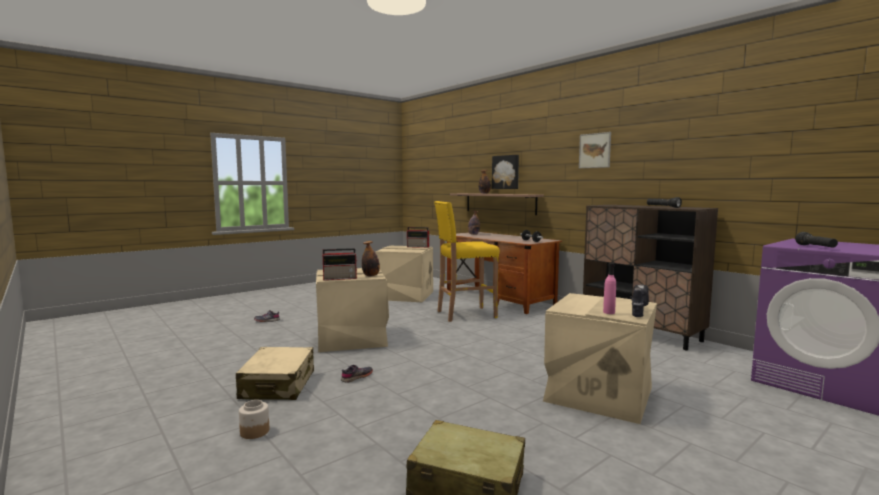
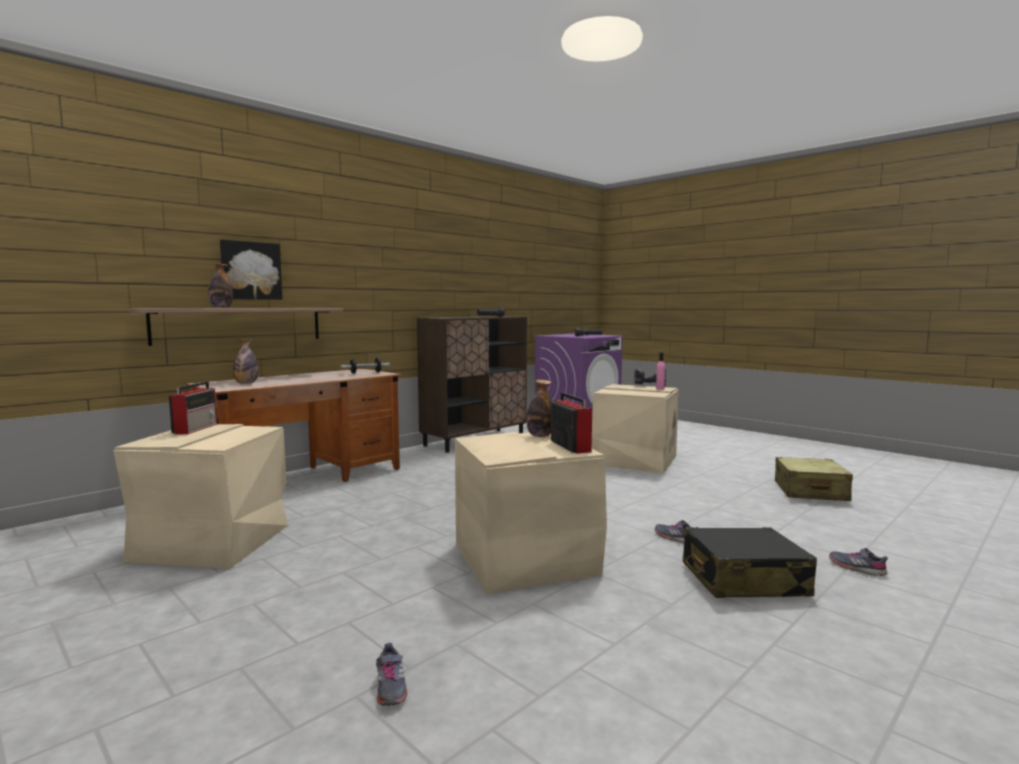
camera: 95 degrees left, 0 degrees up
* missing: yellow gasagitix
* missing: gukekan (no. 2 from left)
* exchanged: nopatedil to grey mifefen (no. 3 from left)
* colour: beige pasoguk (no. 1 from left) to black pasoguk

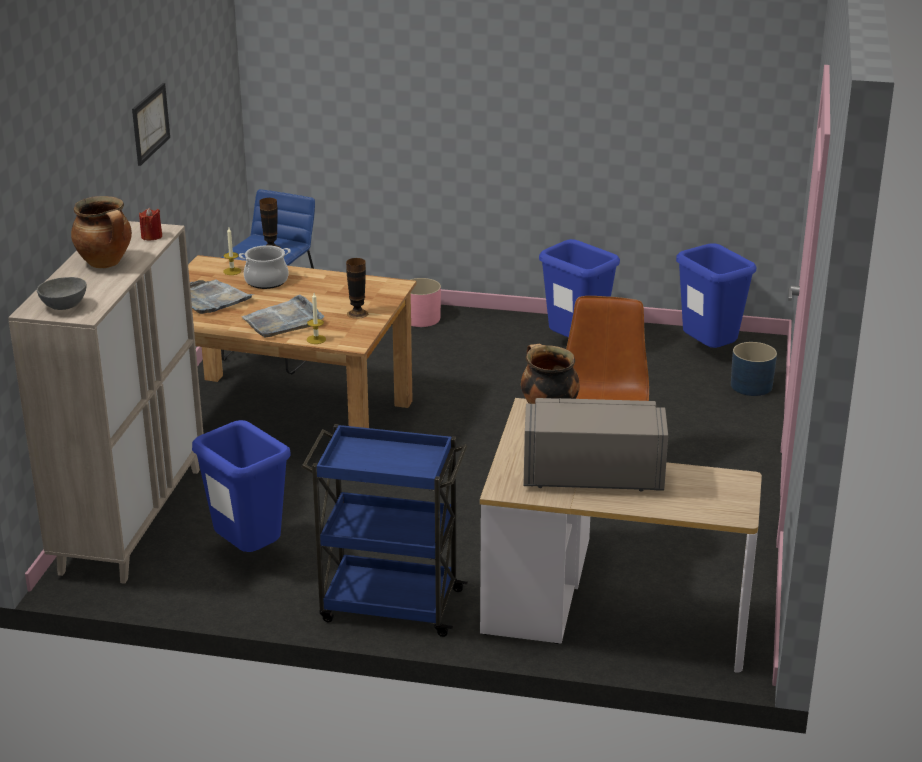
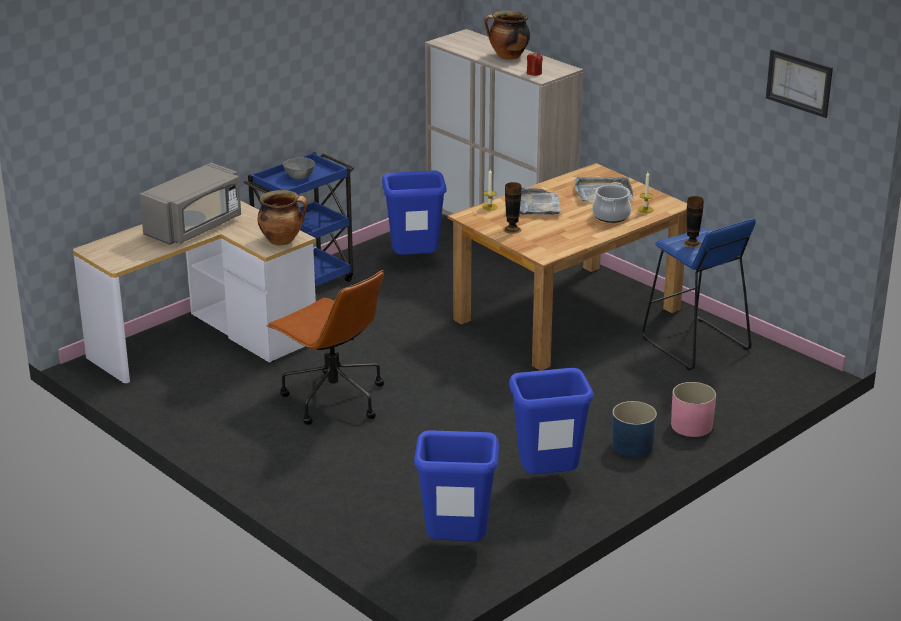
camera: 125 degrees right, 0 degrees up
* relocated: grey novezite
* relocated: gukekan
* relocated: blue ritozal

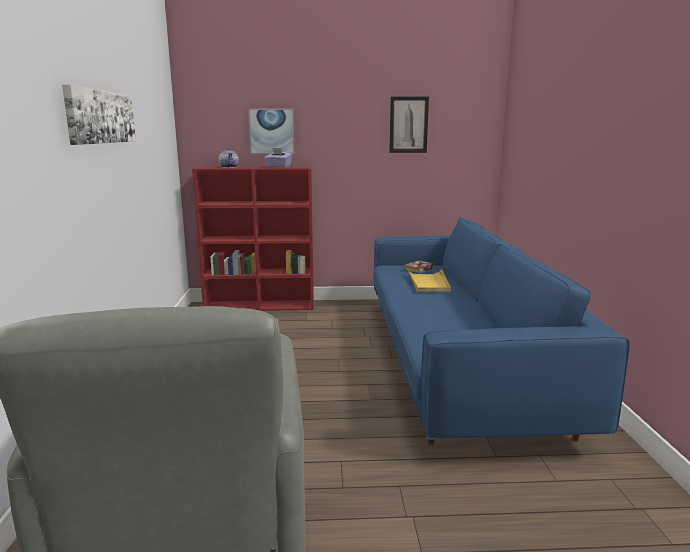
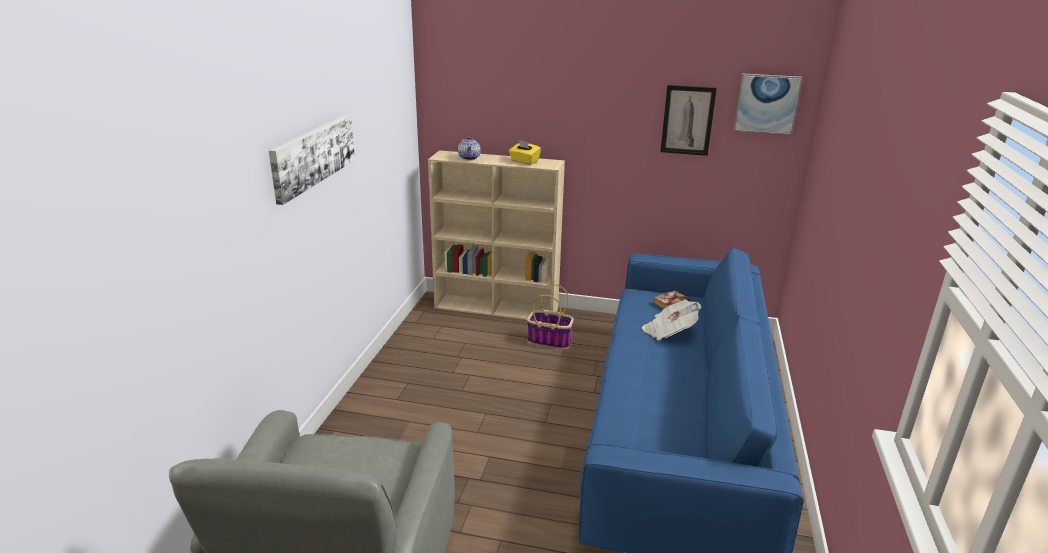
camera: 15 degrees right, 10 degrees up
* appeared: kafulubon
* relocated: gukekan (no. 2 from left in the first image) to gukekan (no. 3 from left)
* exchanged: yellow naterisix to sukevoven
* colour: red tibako to beige tibako
* colour: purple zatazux to yellow zatazux

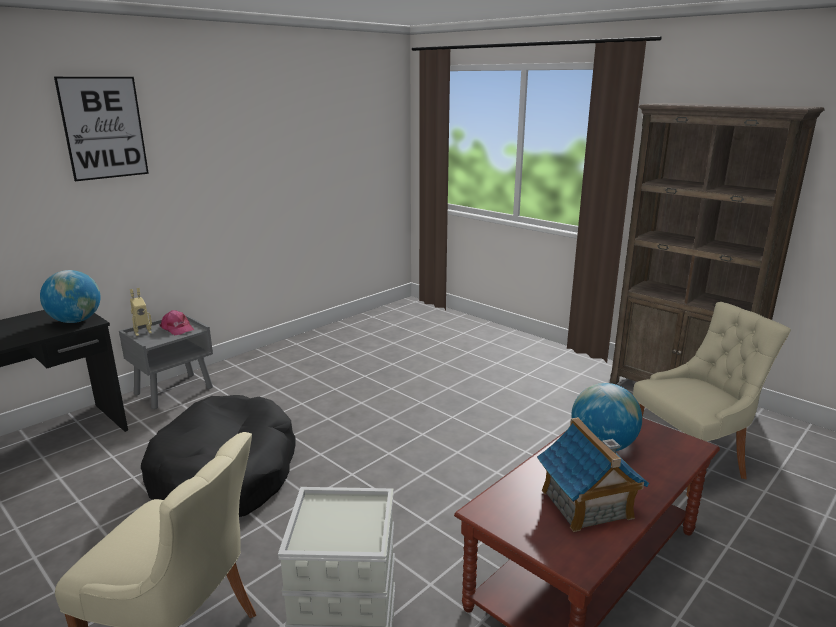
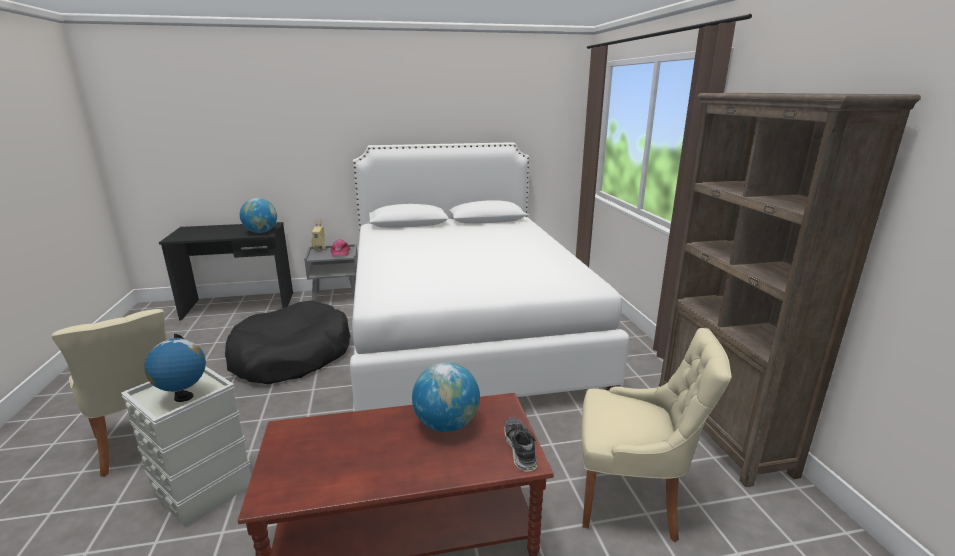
camera: 35 degrees right, 0 degrees up
* missing: gukekan
* missing: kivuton
* appeared: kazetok (no. 1 from left)
* appeared: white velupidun
* appeared: mifefen

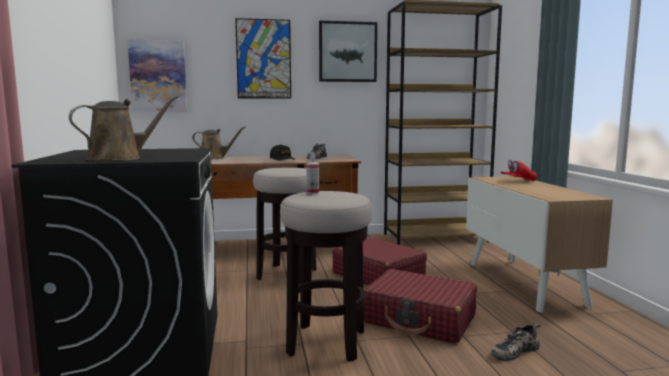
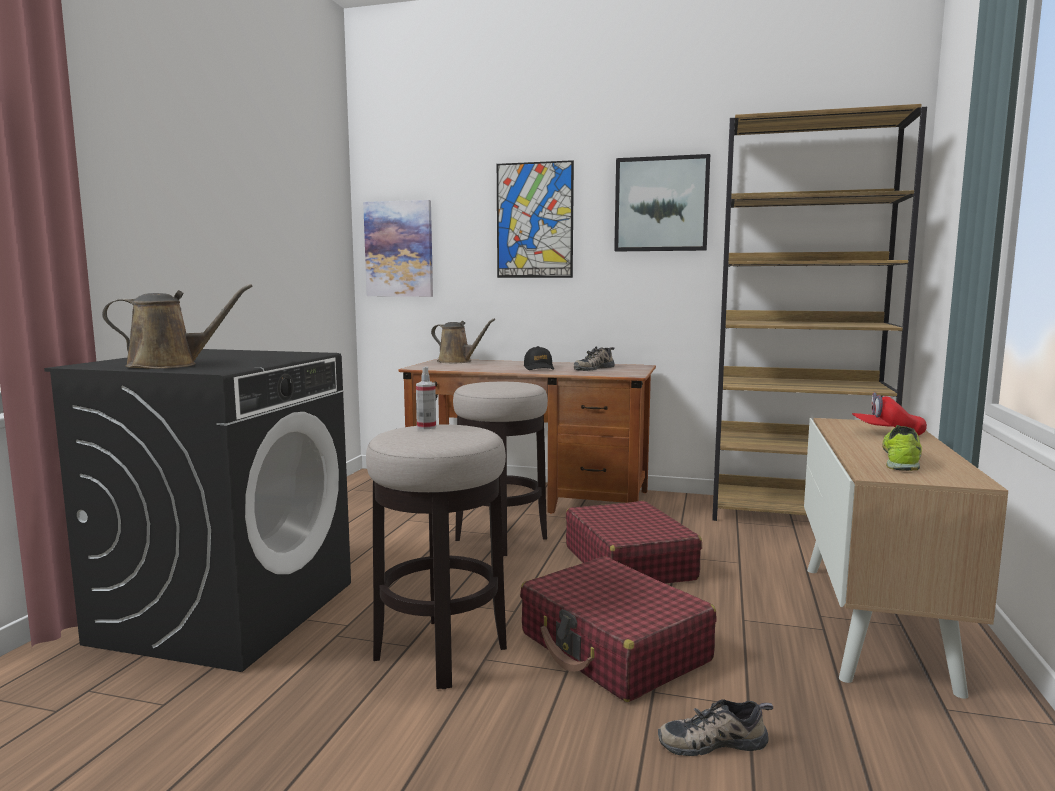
camera: 25 degrees right, 0 degrees up
* appeared: mifefen (no. 3 from left)

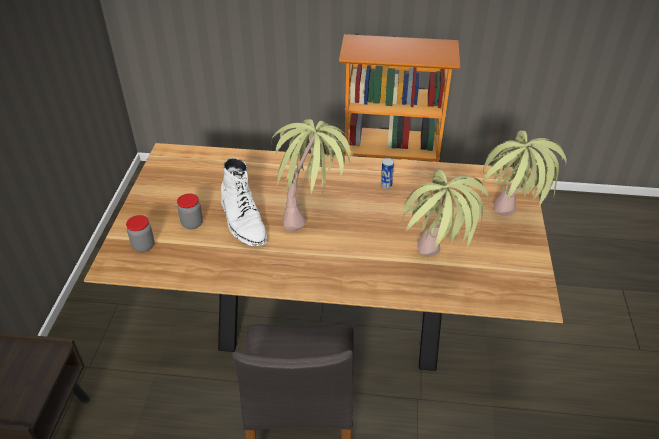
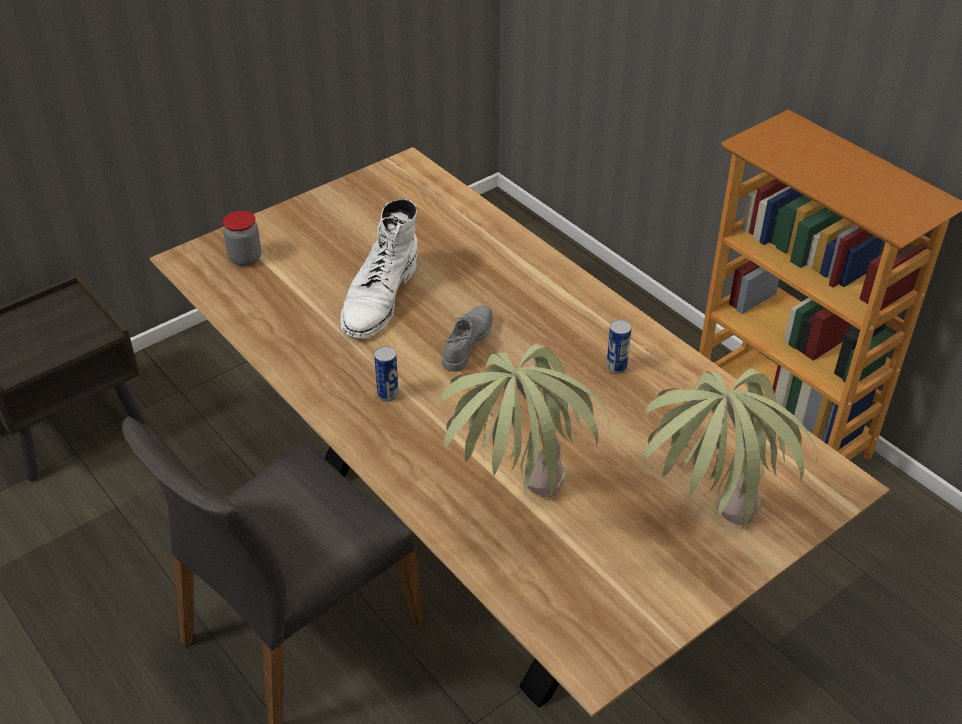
camera: 45 degrees right, 0 degrees up
* missing: nopatedil (no. 2 from left)
* appeared: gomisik (no. 1 from left)
* exchanged: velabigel (no. 1 from left) to grey mifefen

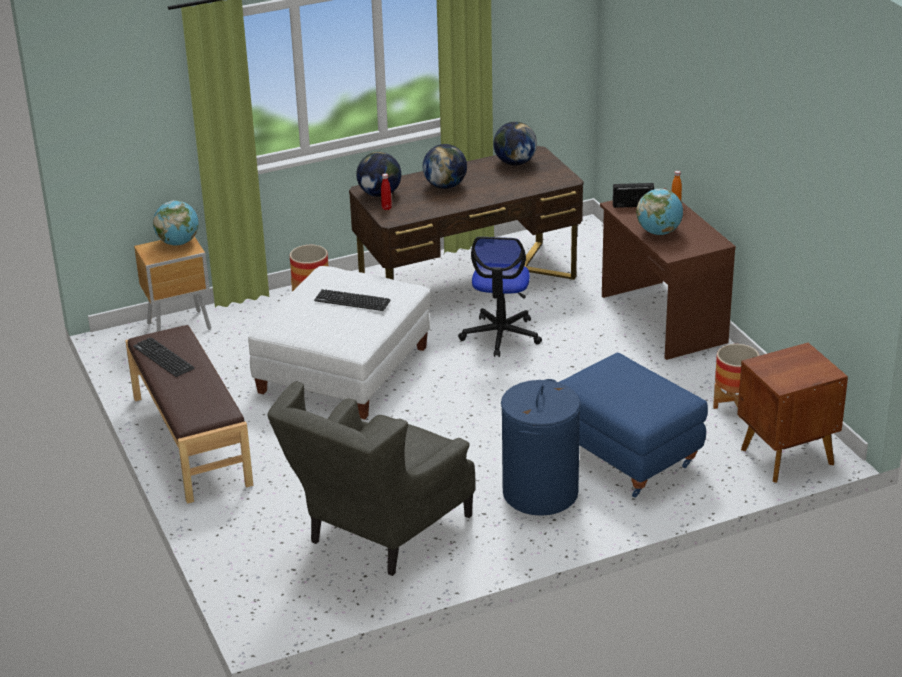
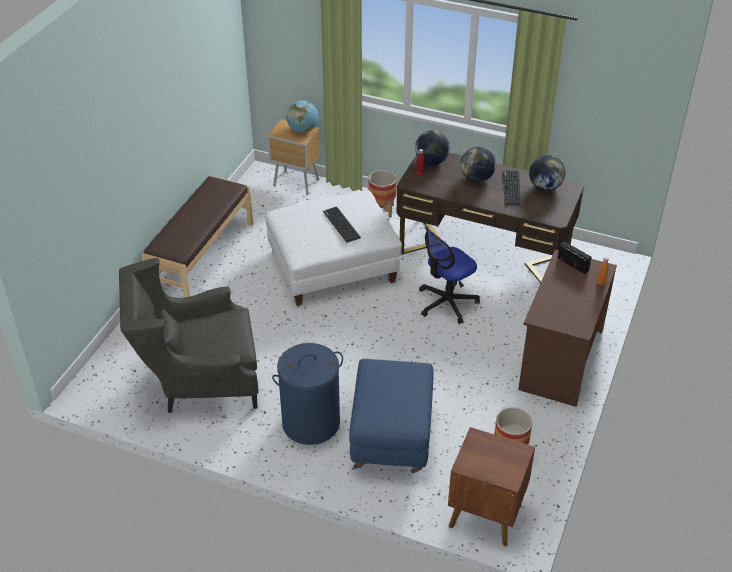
camera: 45 degrees right, 10 degrees up
* missing: kazetok (no. 5 from left)
* relocated: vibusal (no. 1 from left in the first image) to vibusal (no. 2 from left)

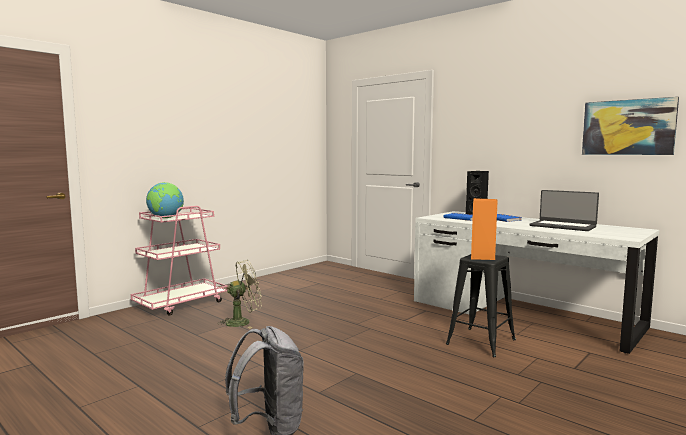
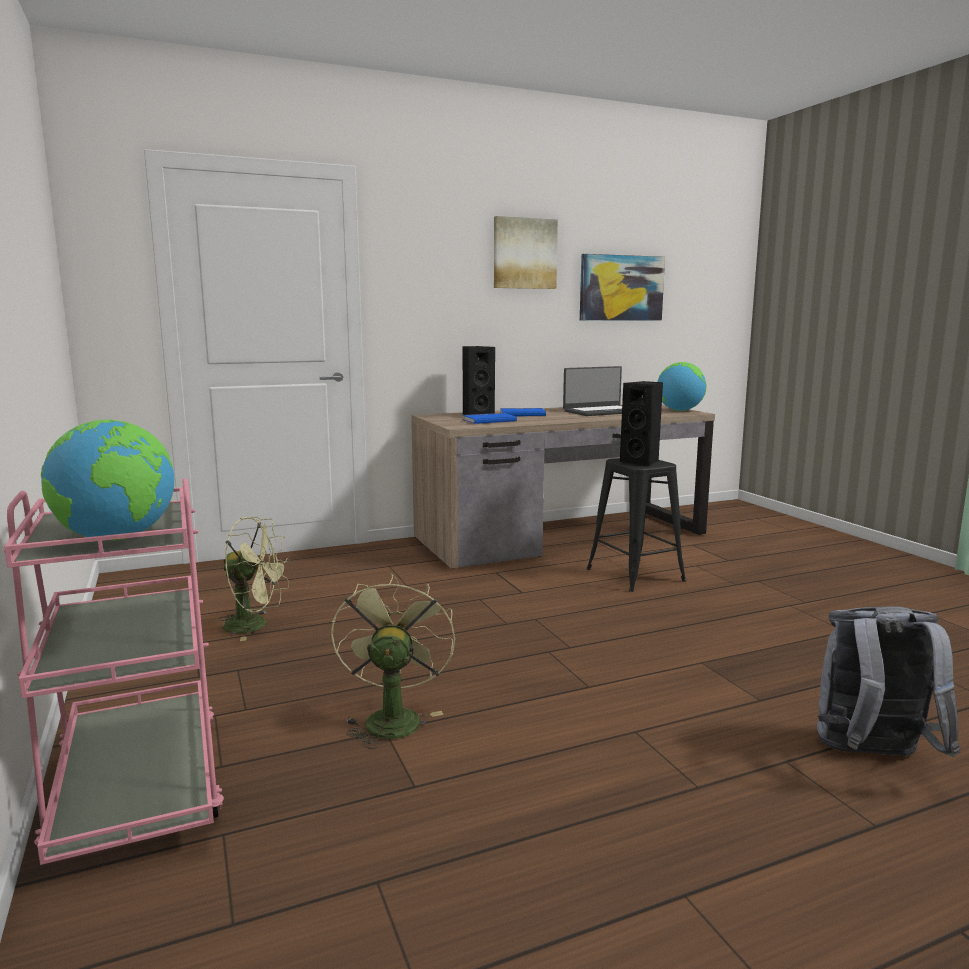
camera: 65 degrees left, 5 degrees up
* appeared: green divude (no. 1 from left)
* appeared: gukekan (no. 1 from left)
* appeared: kazetok (no. 2 from left)
* colour: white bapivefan to brown bapivefan
* colour: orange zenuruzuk to black zenuruzuk (no. 2 from left)

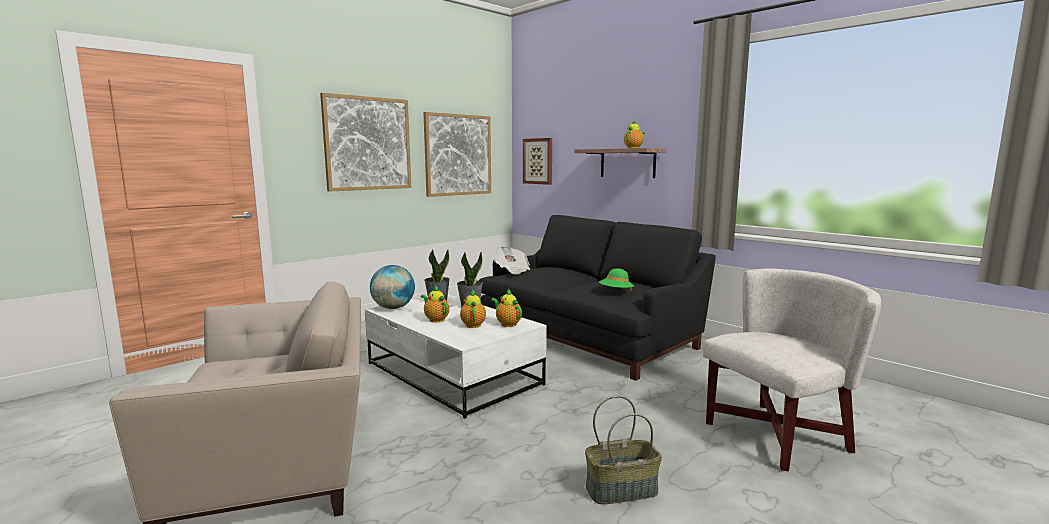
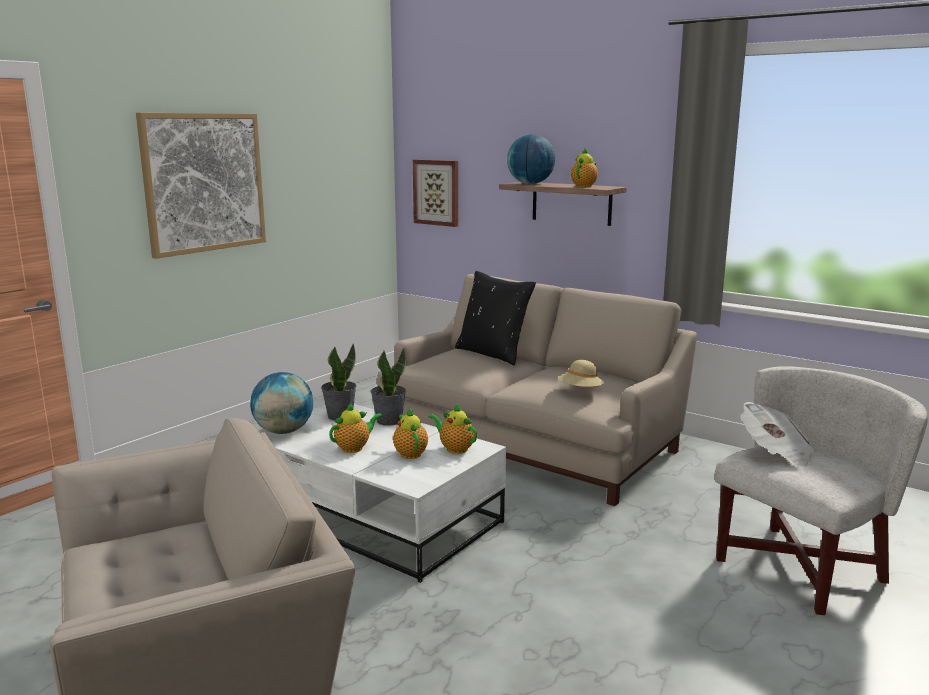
camera: 10 degrees left, 5 degrees up
* missing: gukekan (no. 2 from left)
* missing: kafulubon
* appeared: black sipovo
* appeared: kazetok (no. 2 from left)
* relocated: sukevoven
* colour: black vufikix to beige vufikix
* colour: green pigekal to beige pigekal
* spun: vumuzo (no. 1 from left) 105 degrees clockwise

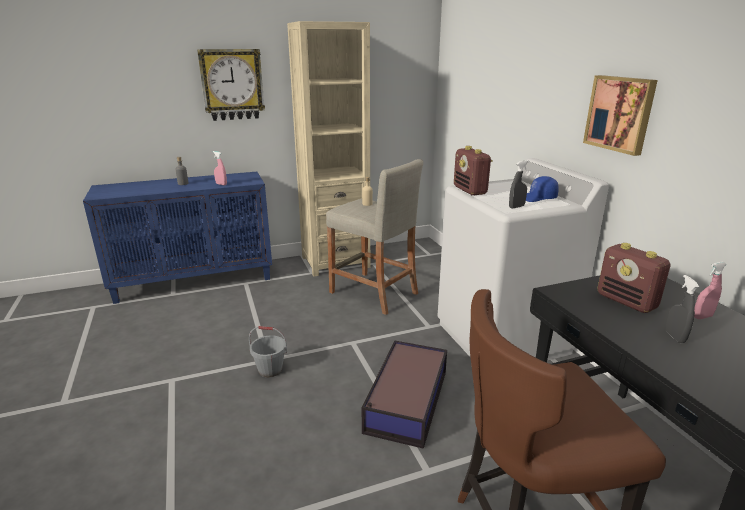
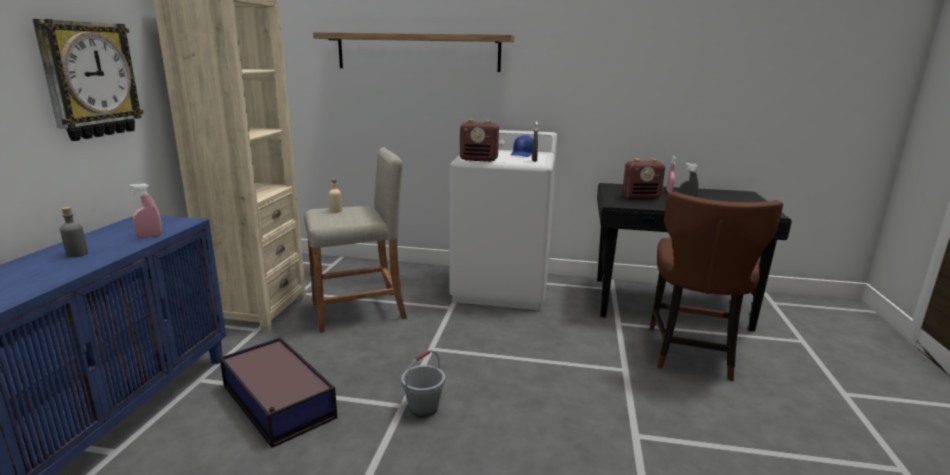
camera: 60 degrees left, 5 degrees down
* missing: gukekan
* appeared: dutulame
* relocated: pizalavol

